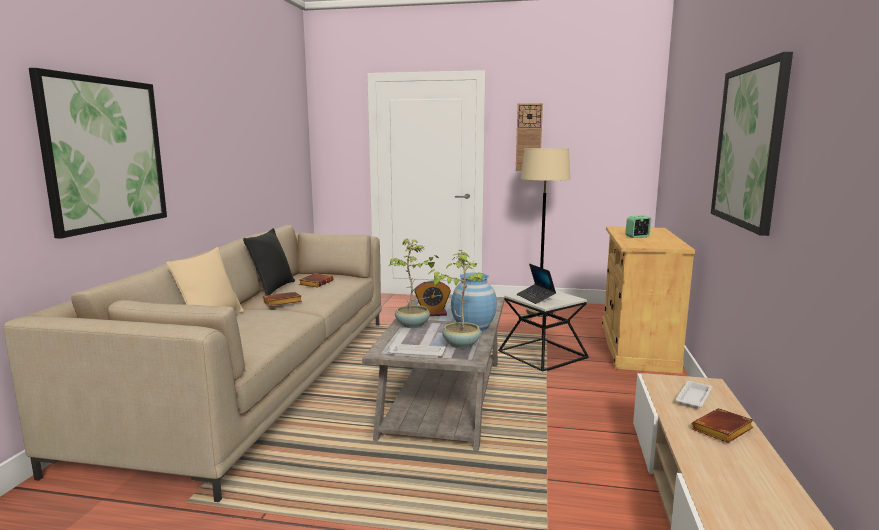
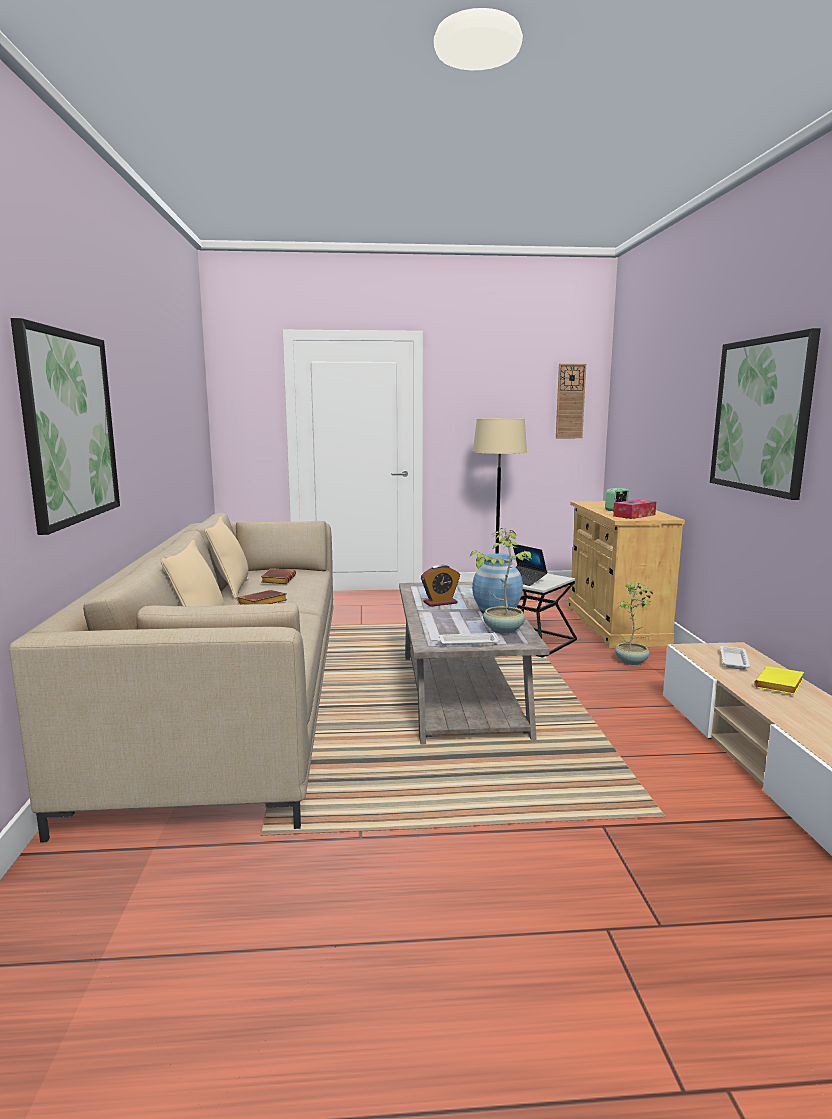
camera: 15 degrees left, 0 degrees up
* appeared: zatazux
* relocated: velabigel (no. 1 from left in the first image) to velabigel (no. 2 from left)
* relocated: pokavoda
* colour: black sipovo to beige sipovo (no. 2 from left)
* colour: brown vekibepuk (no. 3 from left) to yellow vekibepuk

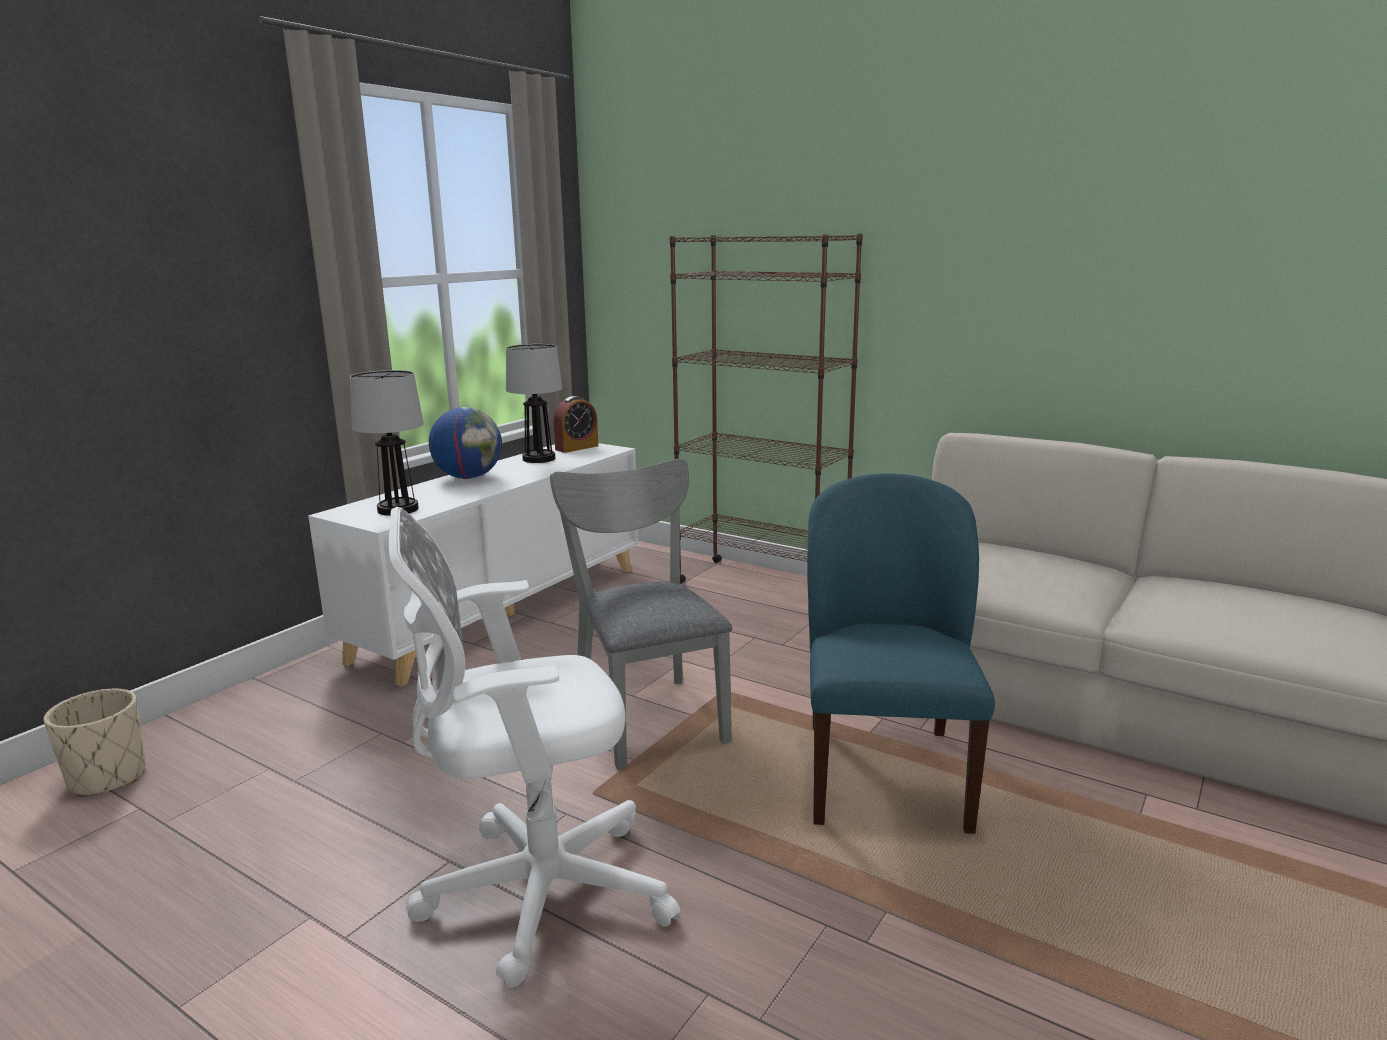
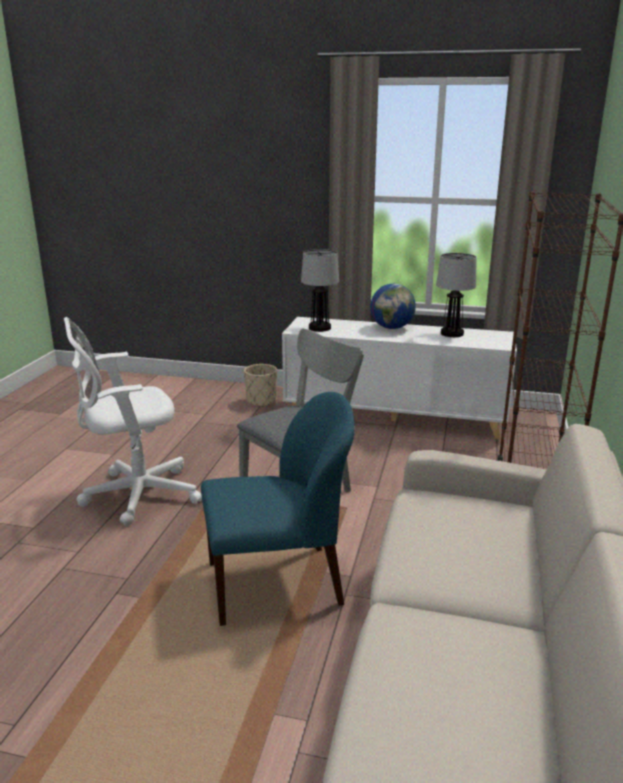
camera: 70 degrees right, 5 degrees up
* missing: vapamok
* relocated: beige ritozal
* spun: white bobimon 75 degrees counterclockwise

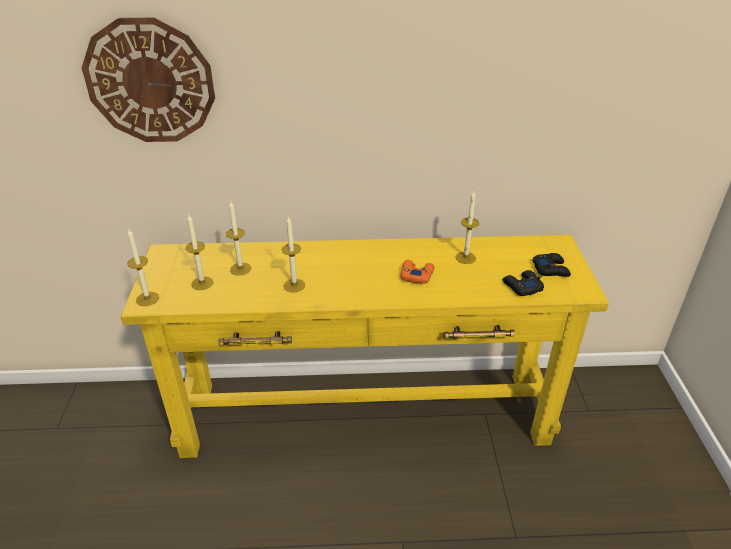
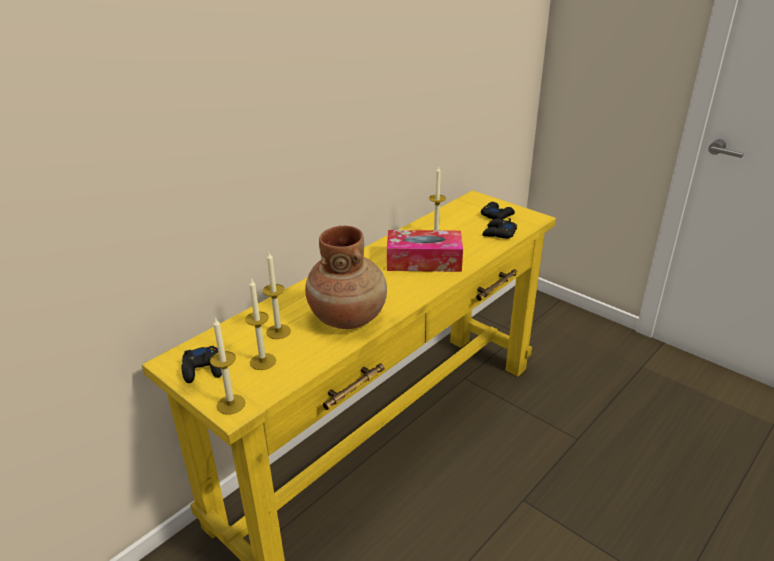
camera: 45 degrees left, 5 degrees down
* missing: pokavoda
* appeared: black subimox (no. 1 from left)
* exchanged: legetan (no. 4 from left) to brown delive
* exchanged: orange subimox to zatazux

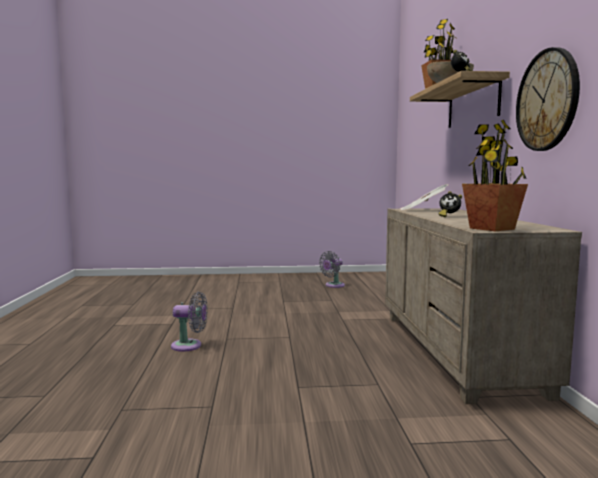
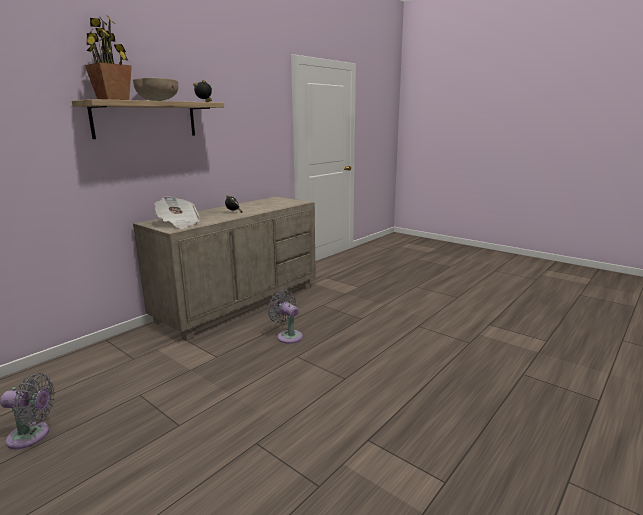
camera: 135 degrees left, 10 degrees up
* missing: velabigel (no. 2 from left)
* missing: pokavoda
* relocated: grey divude (no. 1 from left in the first image) to grey divude (no. 2 from left)

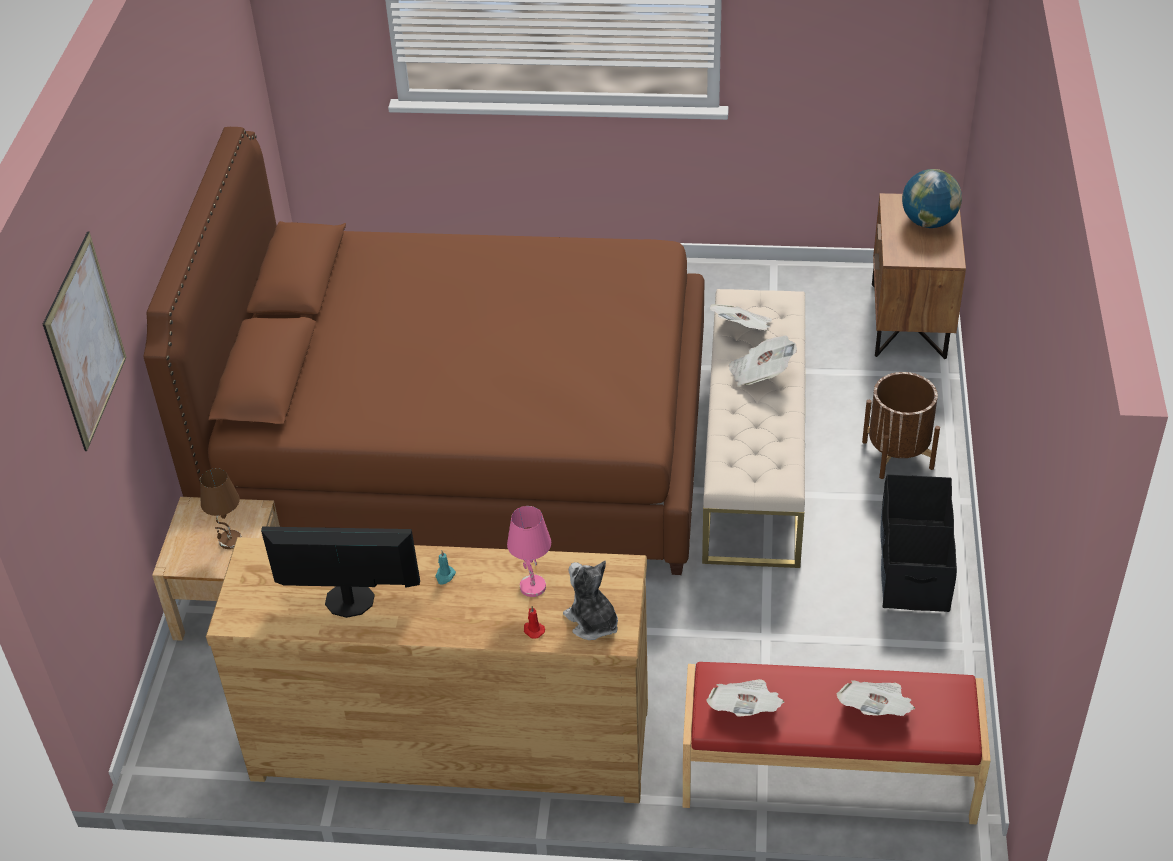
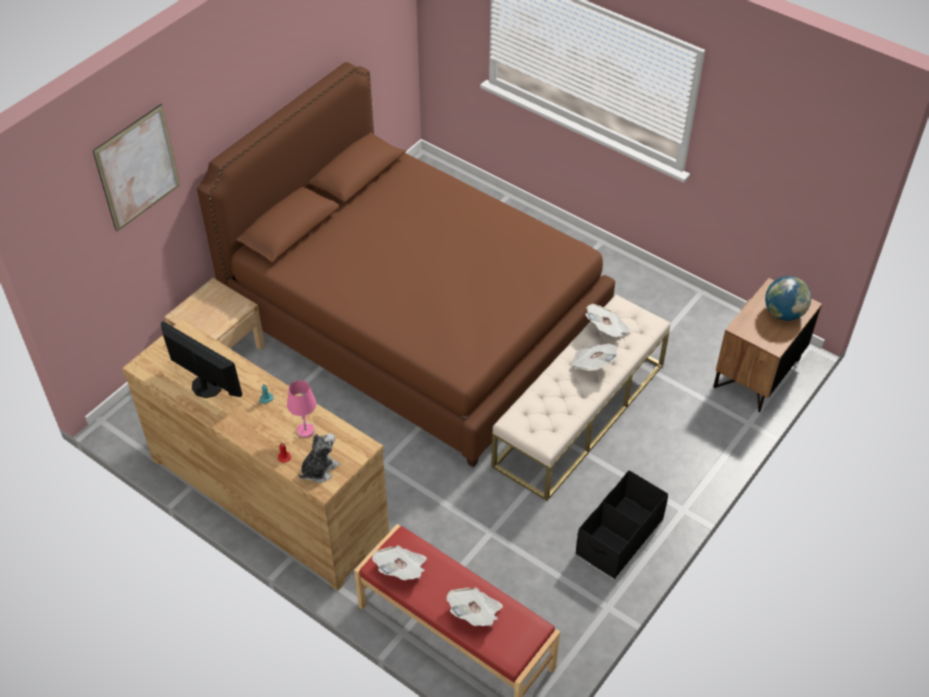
camera: 30 degrees right, 5 degrees up
* missing: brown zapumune
* missing: brown ritozal
* spun: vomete 45 degrees clockwise

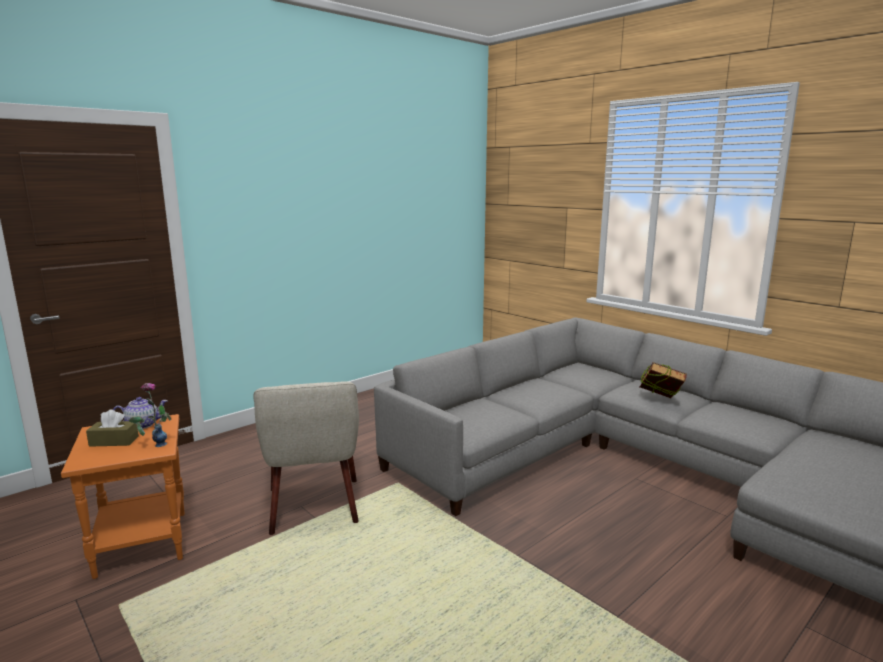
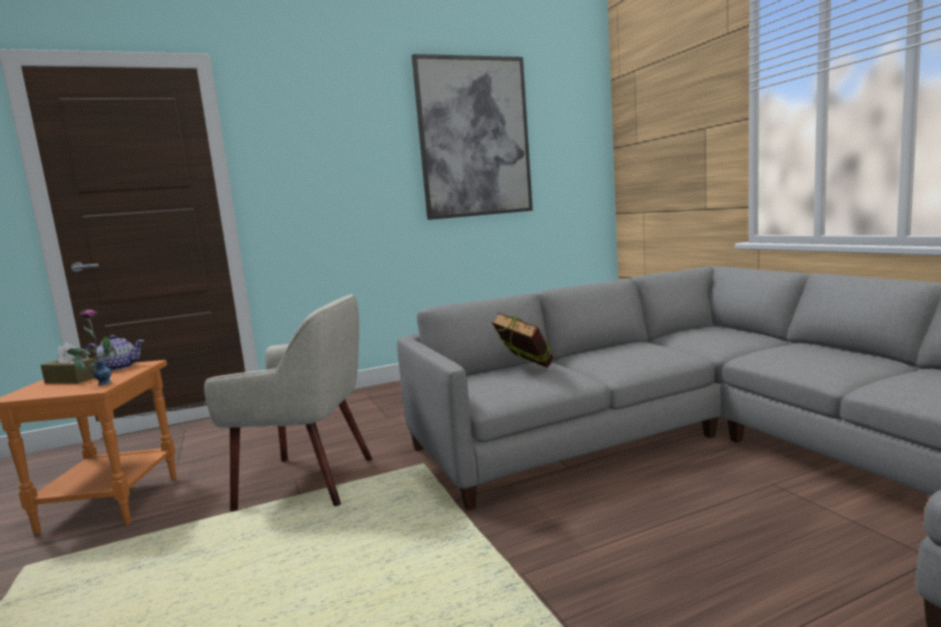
camera: 20 degrees right, 5 degrees down
* appeared: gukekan
* relocated: vekibepuk
* spun: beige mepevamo 90 degrees counterclockwise

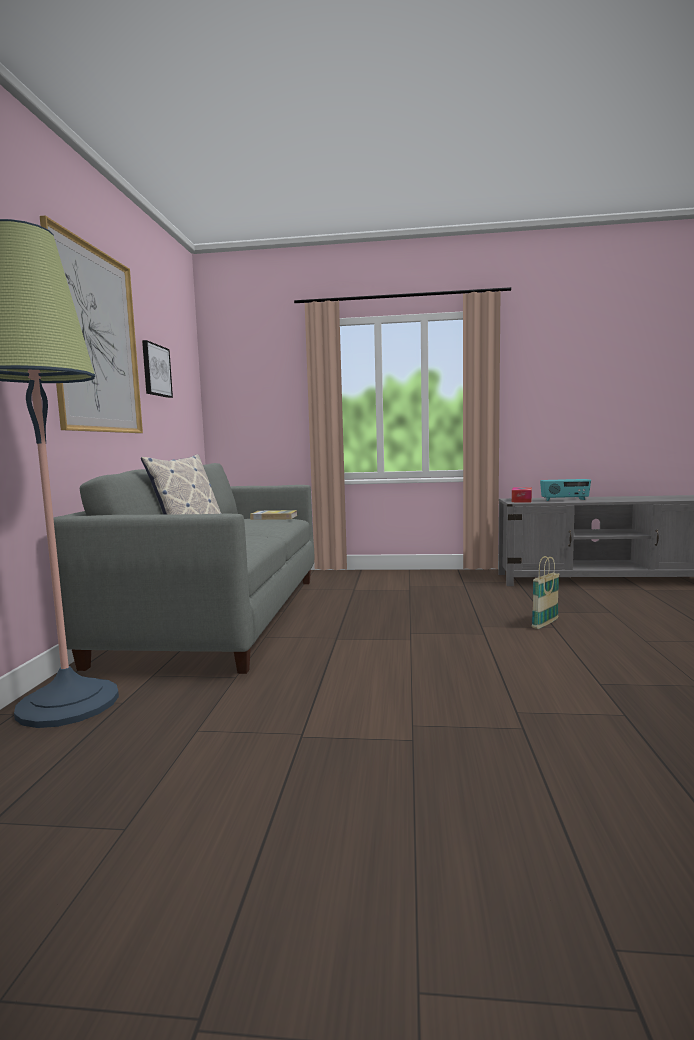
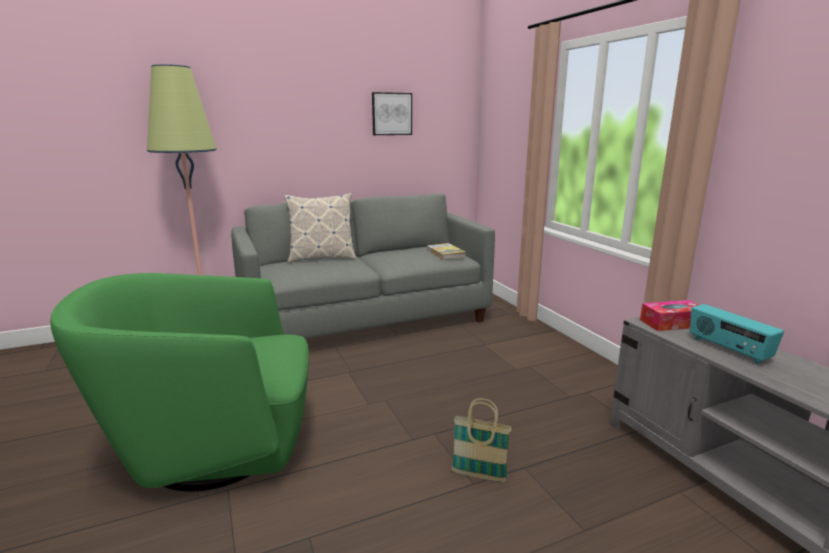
camera: 60 degrees right, 10 degrees up
* missing: gukekan (no. 1 from left)
* appeared: green mepevamo

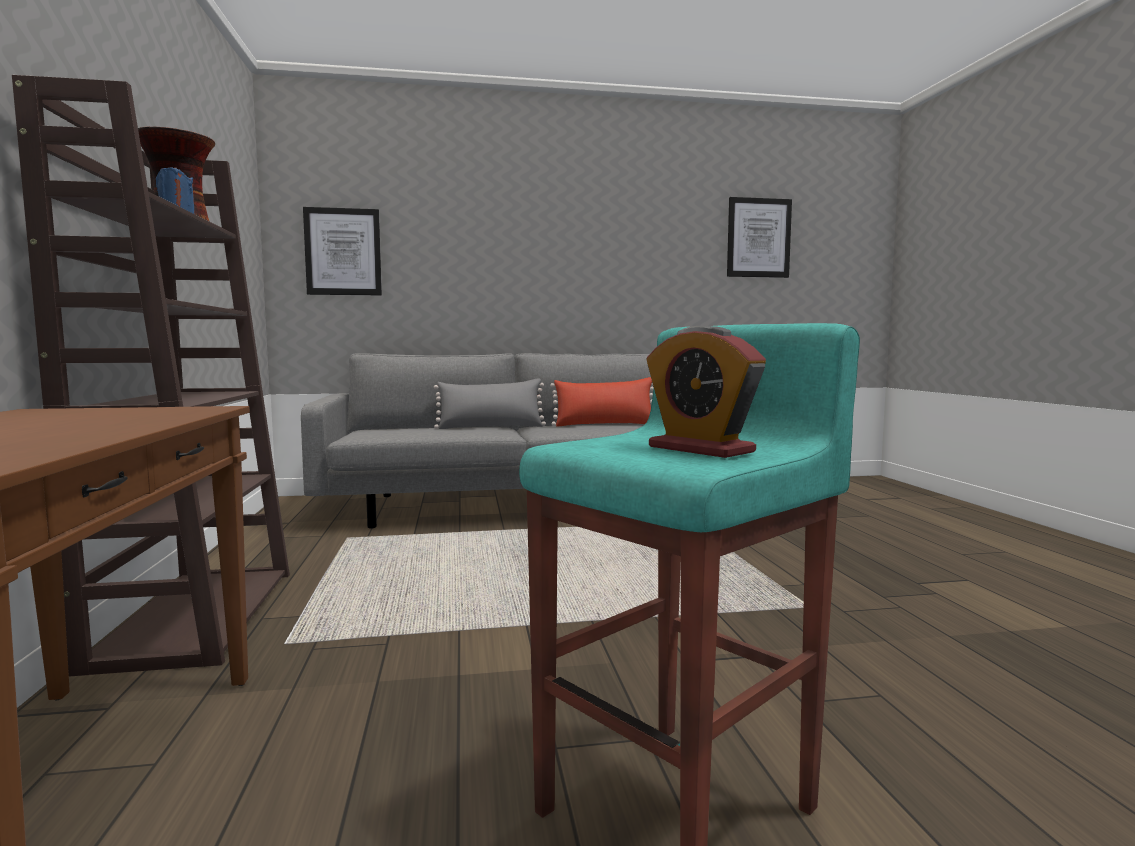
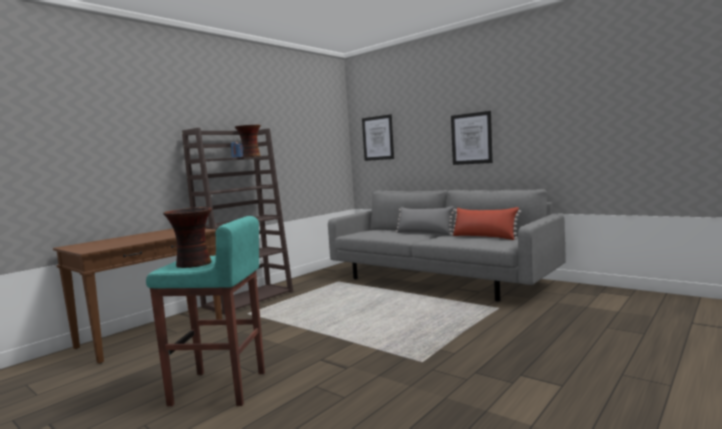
camera: 50 degrees right, 0 degrees up
* relocated: gukekan (no. 2 from left)
* exchanged: vapamok to delive (no. 1 from left)

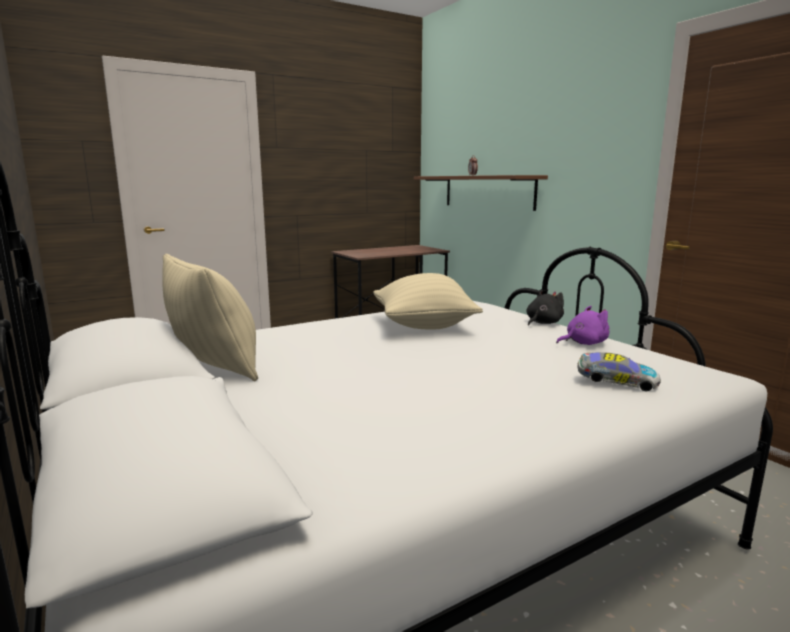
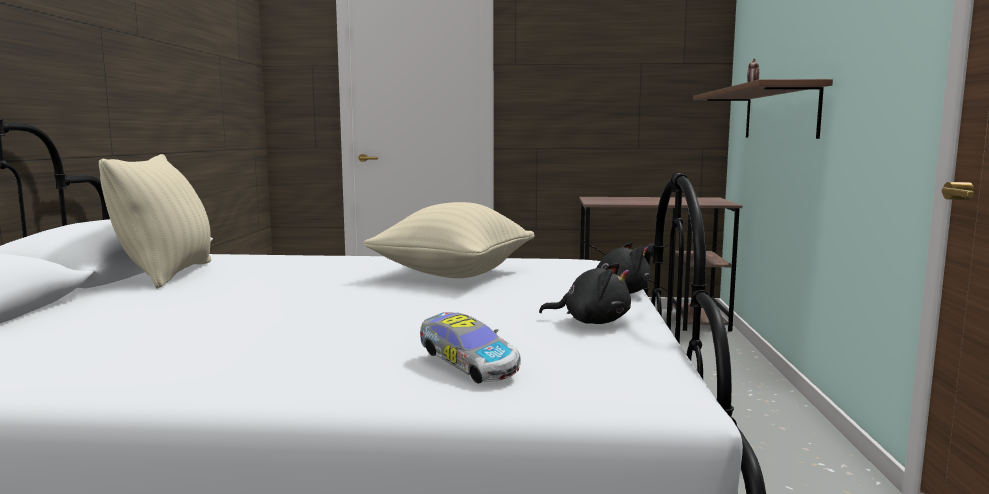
camera: 35 degrees right, 5 degrees down
* colour: purple vomete to black vomete (no. 1 from left)

